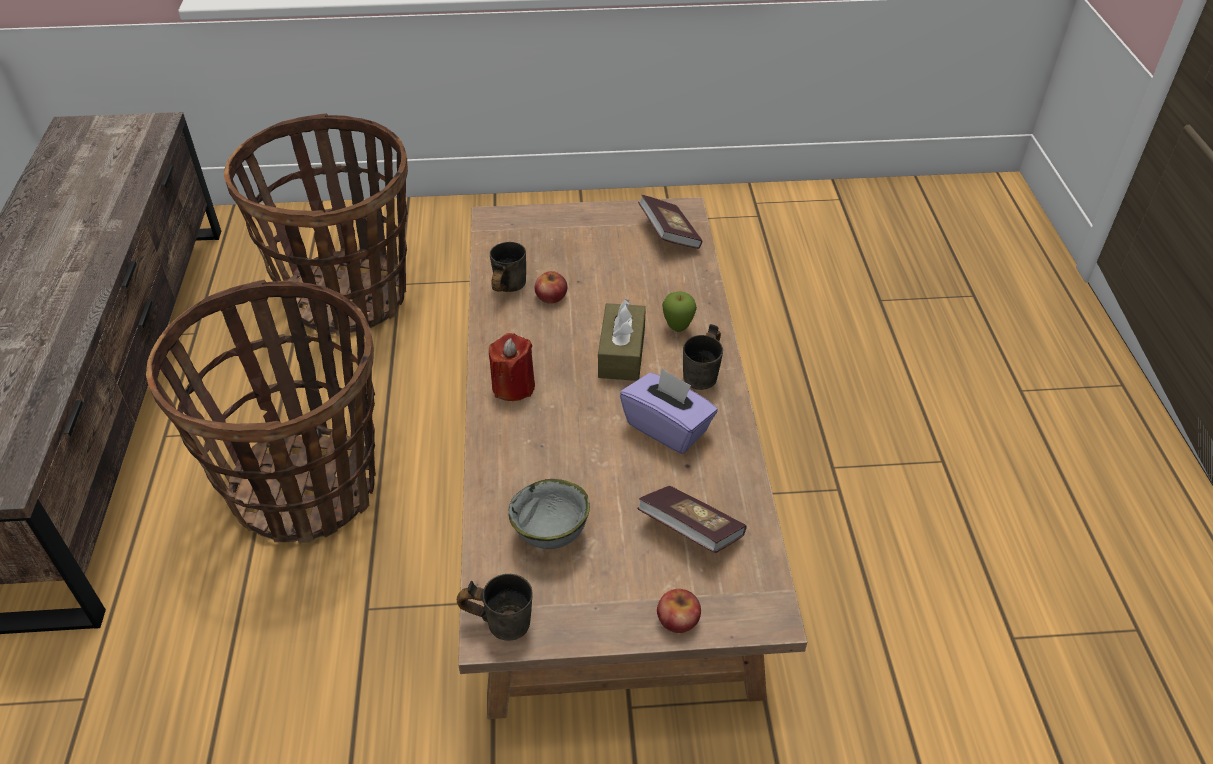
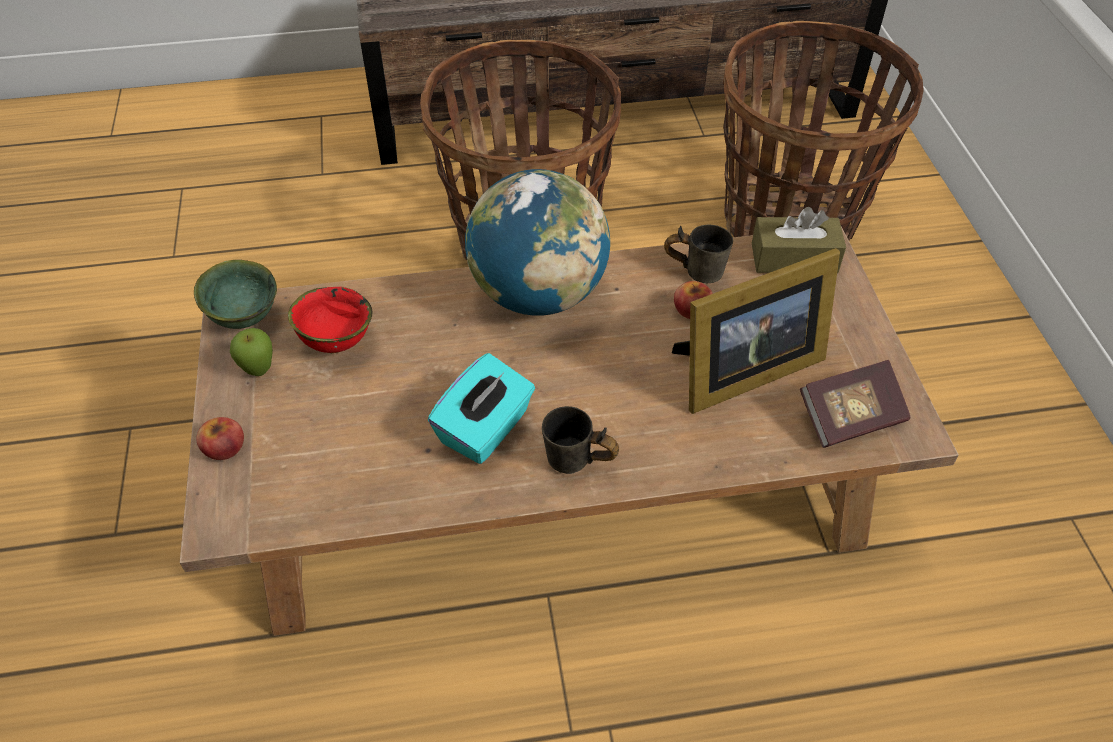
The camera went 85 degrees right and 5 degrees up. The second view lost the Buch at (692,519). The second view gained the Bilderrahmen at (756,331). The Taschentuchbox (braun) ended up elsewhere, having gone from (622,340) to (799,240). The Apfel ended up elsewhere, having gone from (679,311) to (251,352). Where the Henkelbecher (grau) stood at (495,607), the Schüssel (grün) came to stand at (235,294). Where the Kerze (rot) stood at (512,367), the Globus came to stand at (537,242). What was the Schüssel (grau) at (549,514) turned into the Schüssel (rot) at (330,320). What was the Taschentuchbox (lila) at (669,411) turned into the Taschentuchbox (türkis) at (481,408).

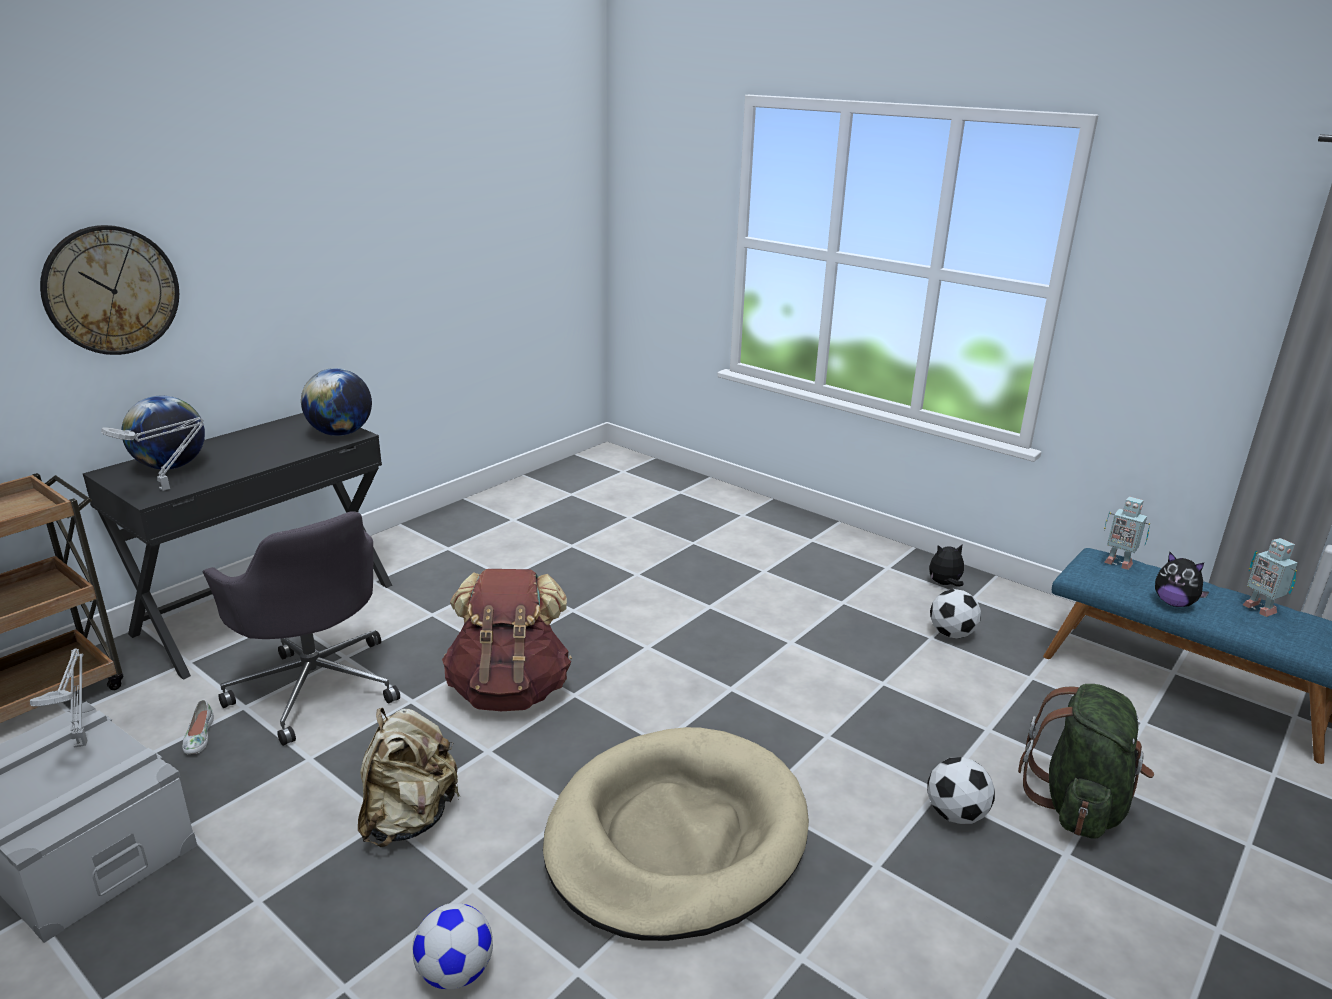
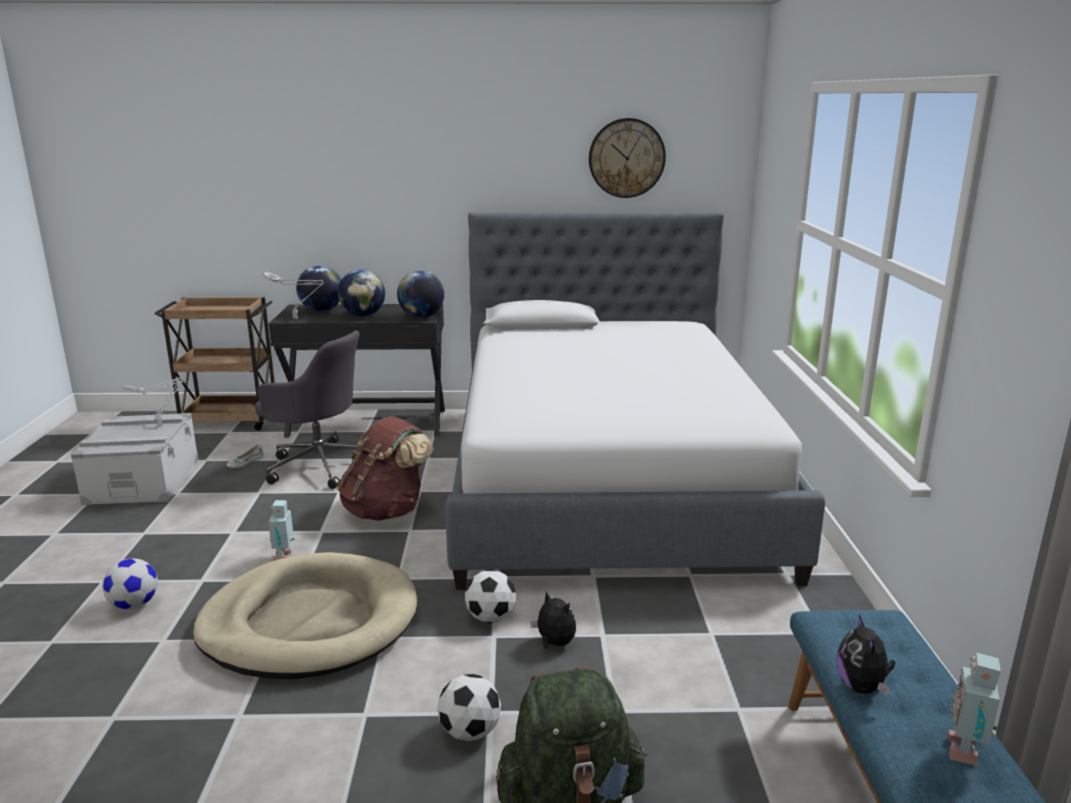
The camera went 50 degrees right and 5 degrees down. The second view lost the Rucksack (beige) at (409,777). The second view gained the Globus at (361,292). The second view gained the Bett at (635,401). The Wanduhr ended up elsewhere, having gone from (109,290) to (627,158). The Plüschtier ended up elsewhere, having gone from (946,565) to (553,620). The Fußball ended up elsewhere, having gone from (955,614) to (490,596). The Spielzeugroboter ended up elsewhere, having gone from (1127,533) to (281,530). The Bürostuhl (grau) at (301,628) ended up facing another way, 75 degrees counterclockwise from before.

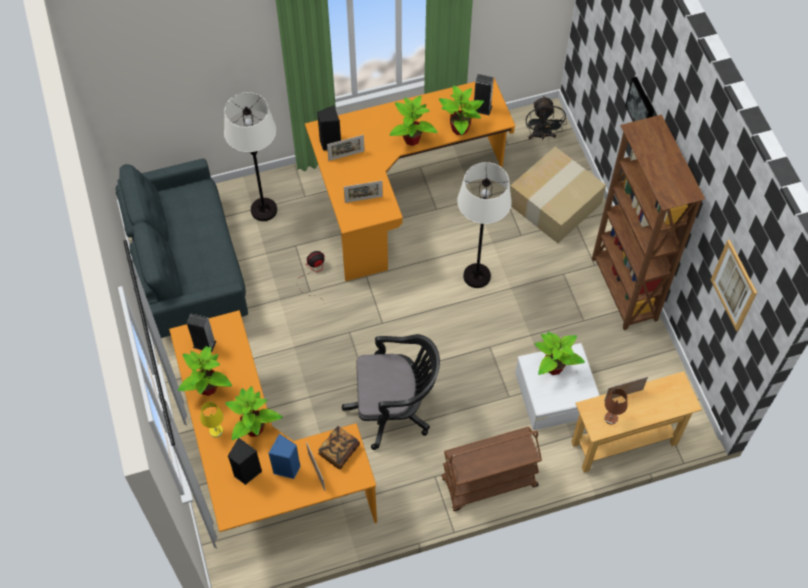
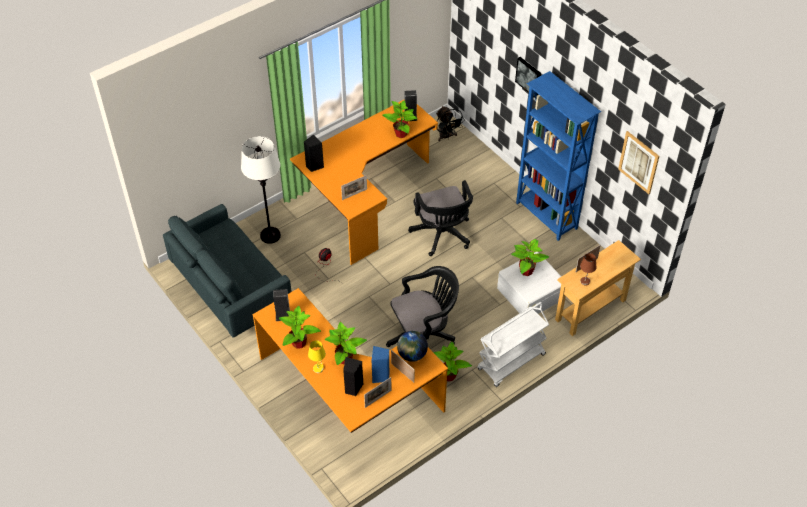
The camera went 20 degrees left and 10 degrees down. The second view lost the Karton at (558,195). The Bilderrahmen ended up elsewhere, having gone from (346,148) to (377,392). The Topfpflanze ended up elsewhere, having gone from (413,121) to (452,361). Where the Buch stood at (339,447), the Globus came to stand at (412,346). Where the Stehlampe (weiß) stood at (484,225), the Bürostuhl (schwarz) came to stand at (440,218). What was the Rollwagen (braun) at (491,469) turned into the Rollwagen (weiß) at (513,344). What was the Bücherregal (braun) at (648,222) turned into the Bücherregal (blau) at (558,156).

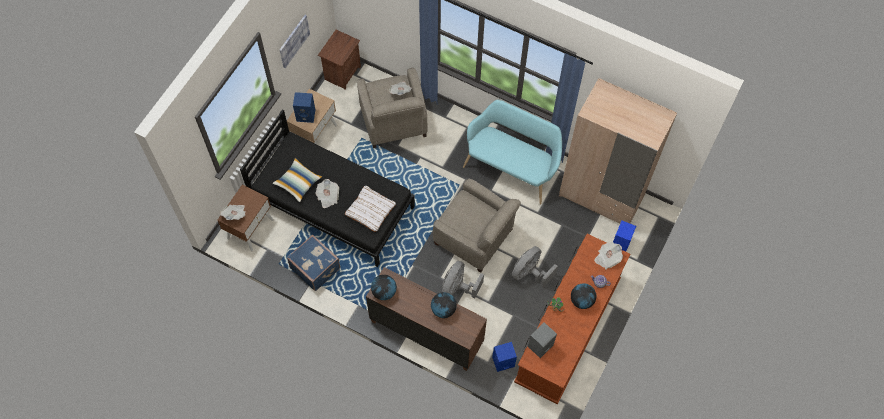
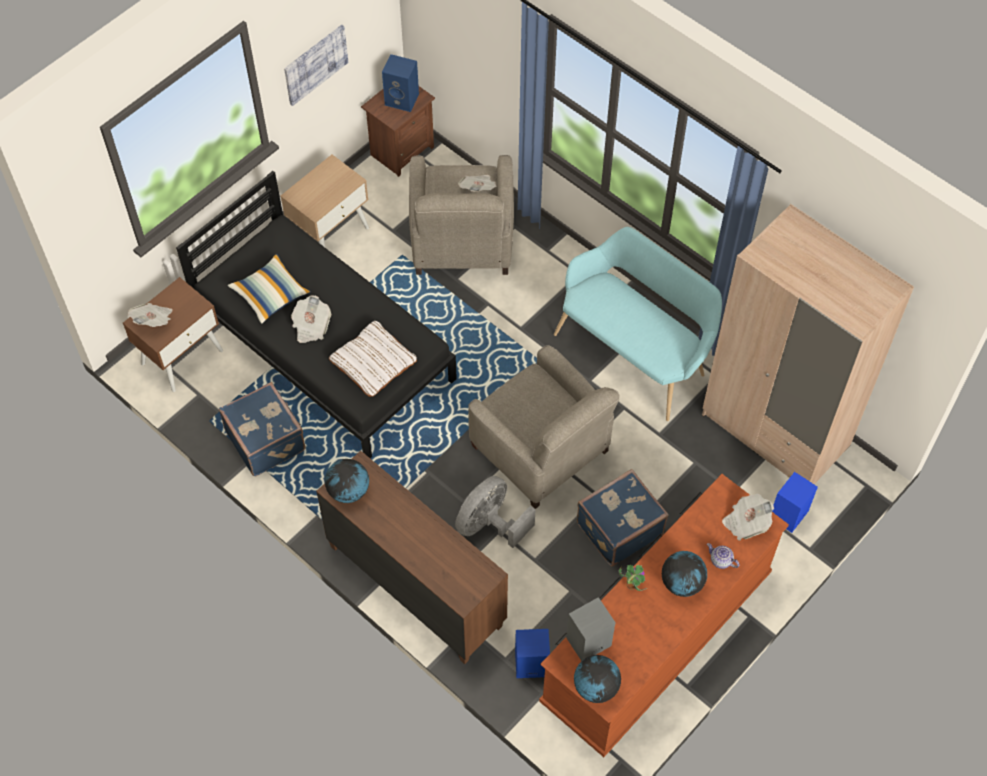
The camera went 15 degrees right and 5 degrees down. The Lautsprecher (blau) ended up elsewhere, having gone from (304,107) to (400,83). The Globus ended up elsewhere, having gone from (444,305) to (597,679). Where the Ventilator (grau) stood at (535,266), the Koffer (blau) came to stand at (623,518).

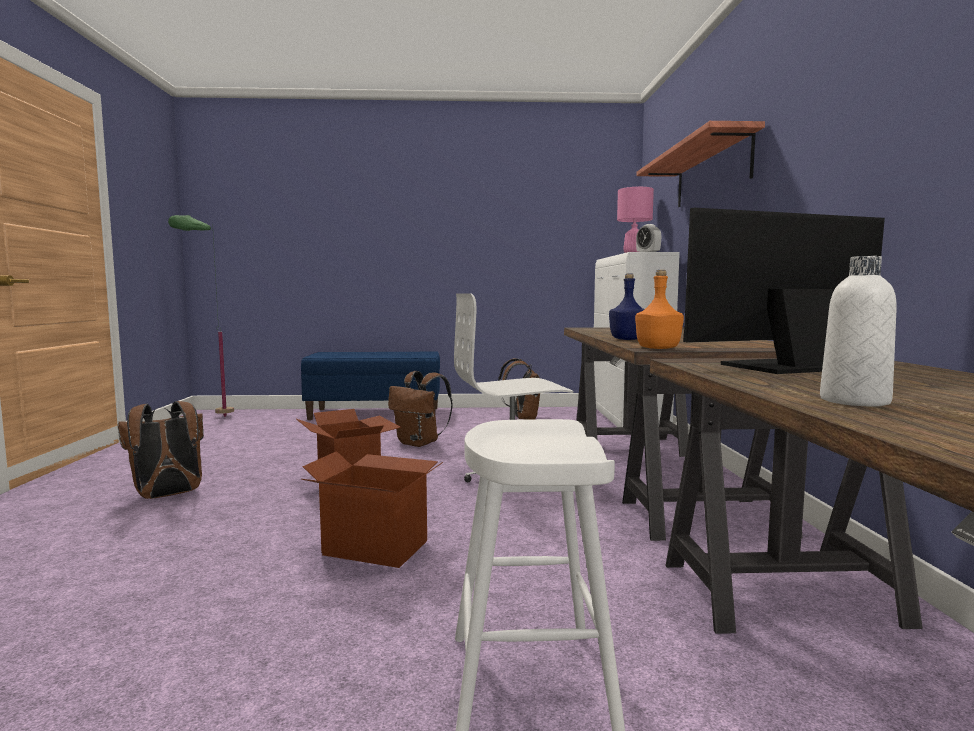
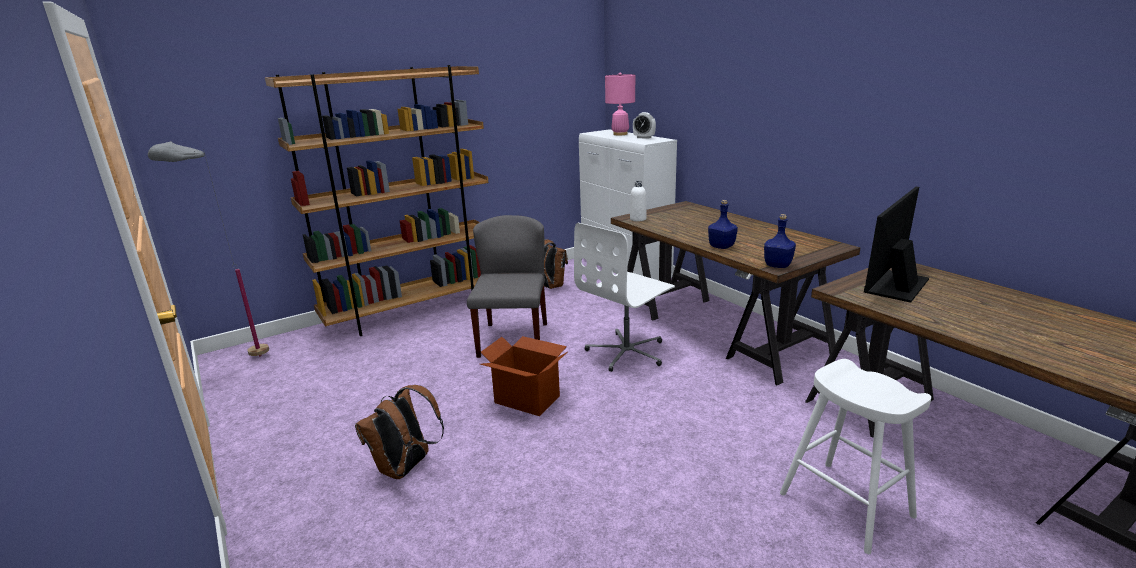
The camera went 30 degrees left and 15 degrees up. The second view lost the Karton at (372,509). The second view lost the Wandregal at (700,164). The Flasche (weiß) ended up elsewhere, having gone from (858,331) to (638,201). Where the Bank (blau) stood at (370,385), the Bücherregal (braun) came to stand at (376,200). Where the Rucksack (braun) stood at (420,409), the Stuhl (grau) came to stand at (507,286). What was the Stehlampe (grün) at (201,316) turned into the Stehlampe (grau) at (208,249). What was the Flasche (orange) at (659,309) turned into the Flasche (blau) at (780,241).

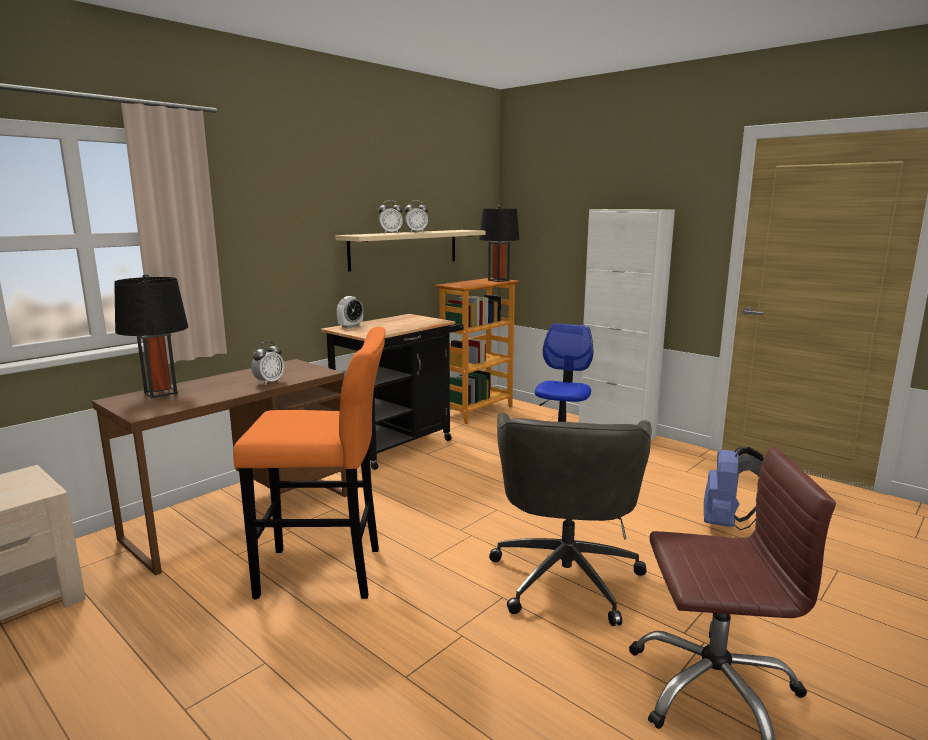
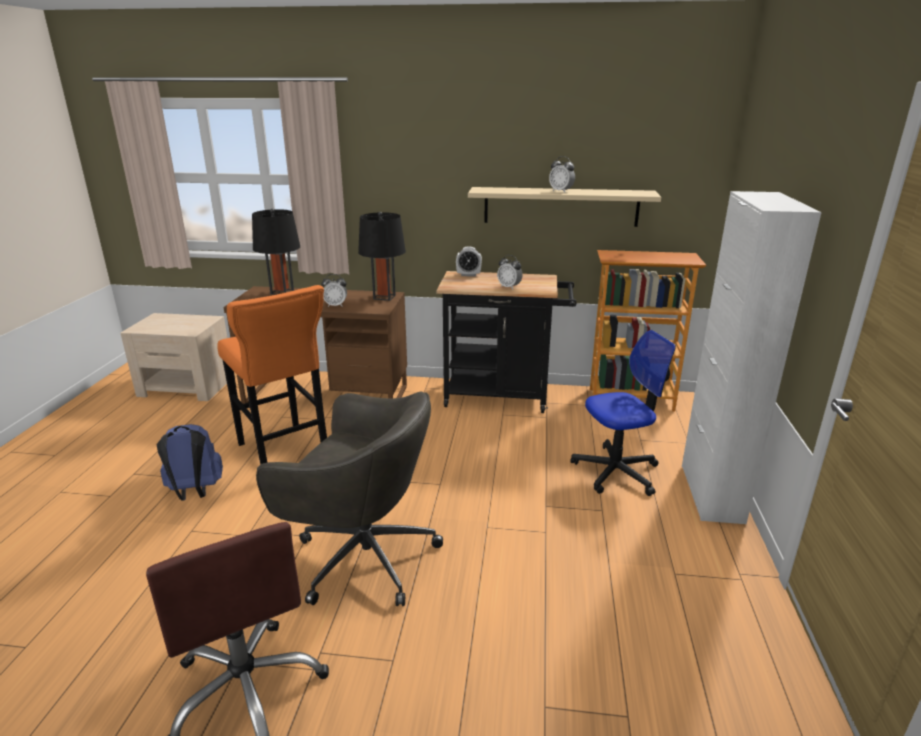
The camera went 55 degrees right and 10 degrees up. The Wecker ended up elsewhere, having gone from (390,216) to (510,272). The Tischlampe (schwarz) ended up elsewhere, having gone from (499,243) to (382,256). The Rucksack (blau) ended up elsewhere, having gone from (734,488) to (189,462). The Bürostuhl (grau) at (570,519) ended up facing another way, 135 degrees counterclockwise from before.

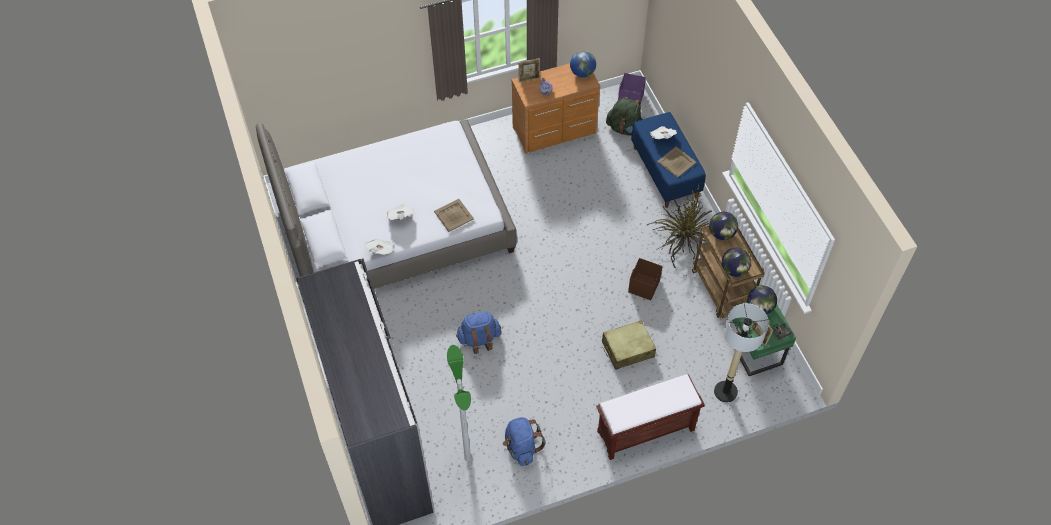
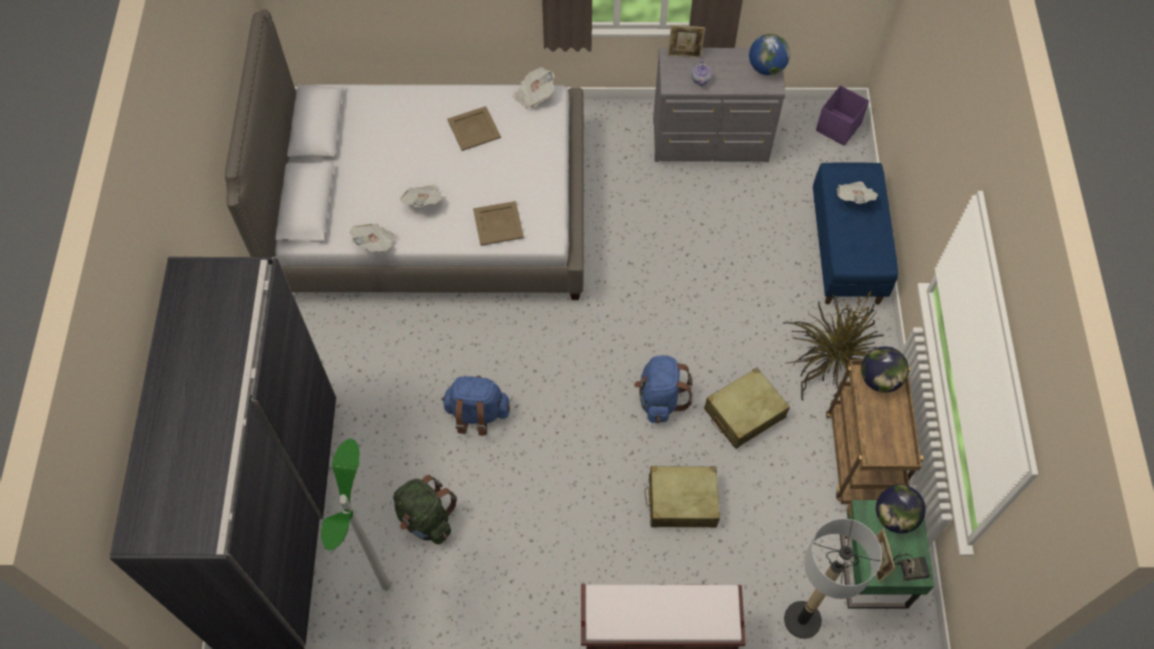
The camera went 20 degrees right and 5 degrees up. The second view lost the Globus at (736,262). The second view gained the Zeitung at (534,88). The Rucksack (blau) ended up elsewhere, having gone from (524,441) to (663,389). The Rucksack (grün) ended up elsewhere, having gone from (624,116) to (425,509). The Tablett (beige) ended up elsewhere, having gone from (676,162) to (474,128). Where the Aufbewahrungsbox (braun) stood at (645,279), the Koffer (beige) came to stand at (747,408). What was the Kommode (braun) at (555,108) turned into the Kommode (grau) at (719,105).

